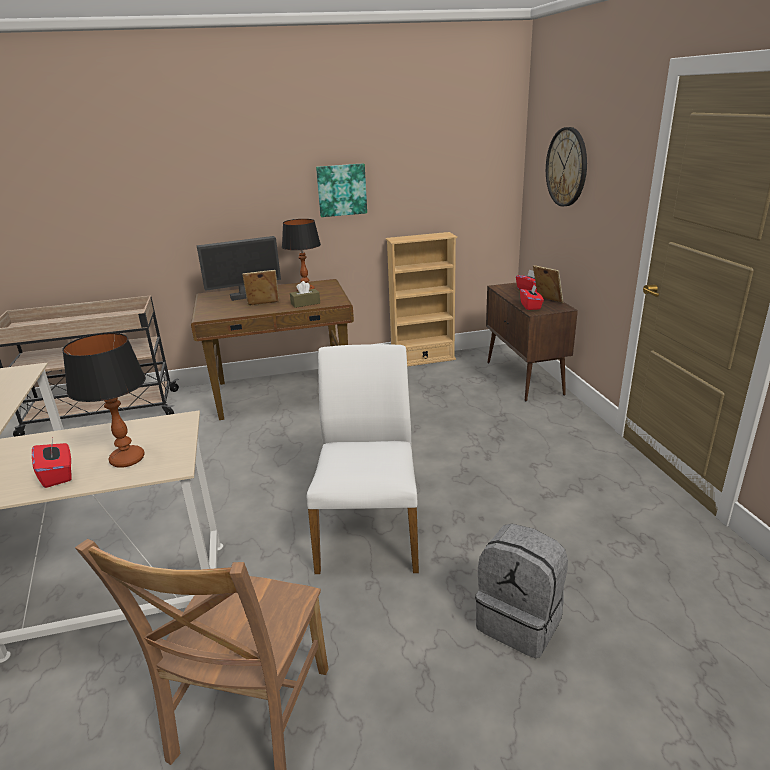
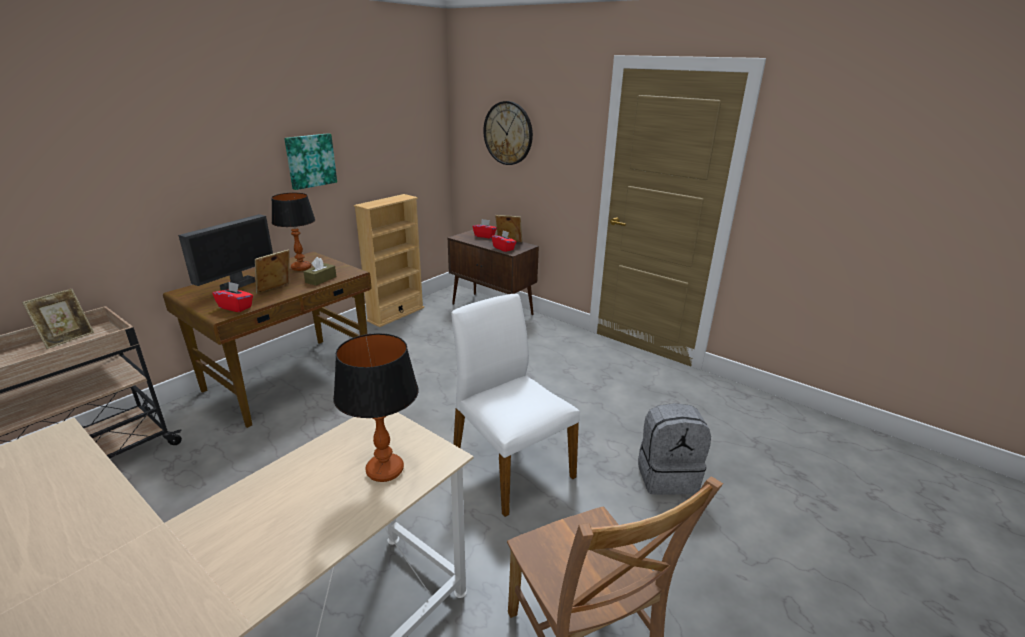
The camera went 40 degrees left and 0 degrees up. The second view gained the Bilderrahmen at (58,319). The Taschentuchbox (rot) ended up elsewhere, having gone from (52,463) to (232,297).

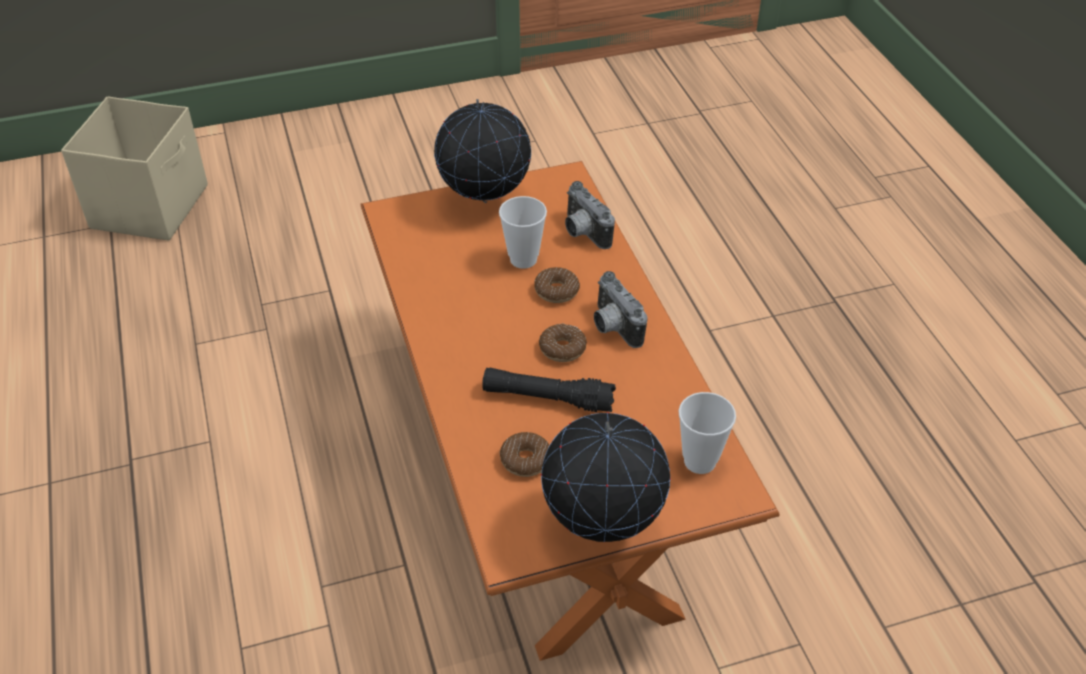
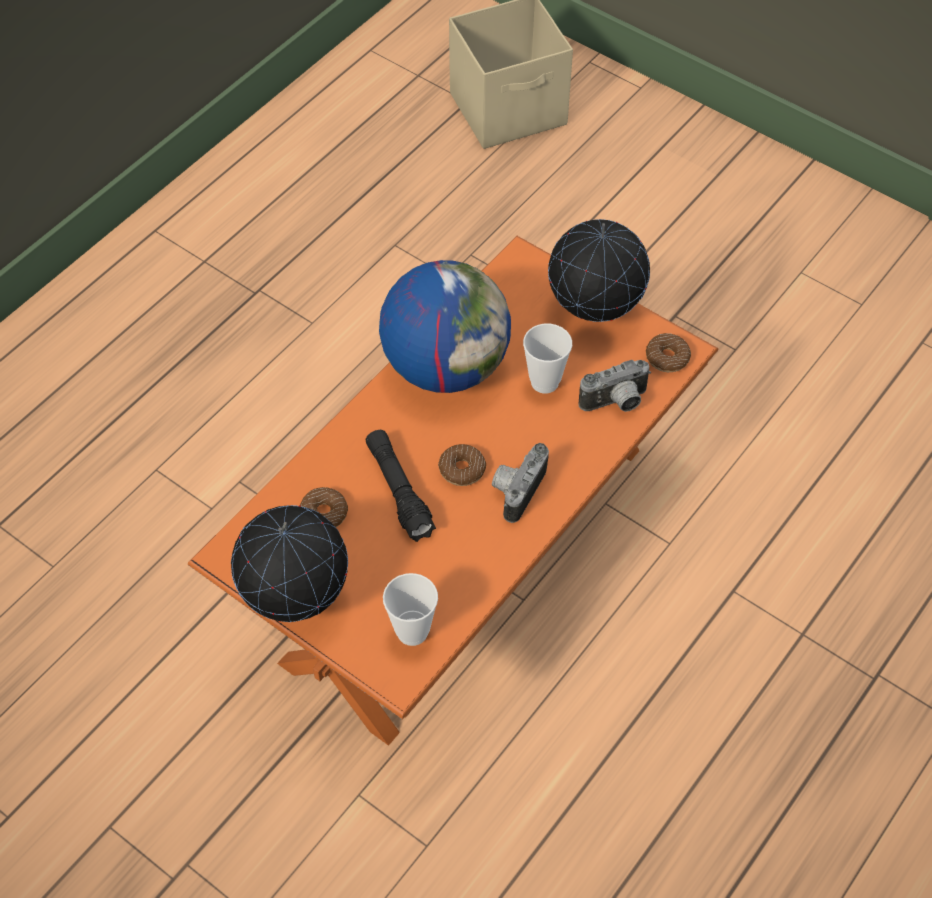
The camera went 55 degrees right and 10 degrees up. The second view gained the Globus at (445,326). The Donut ended up elsewhere, having gone from (557,285) to (668,352). The Kamera at (590,215) ended up facing another way, 135 degrees counterclockwise from before.

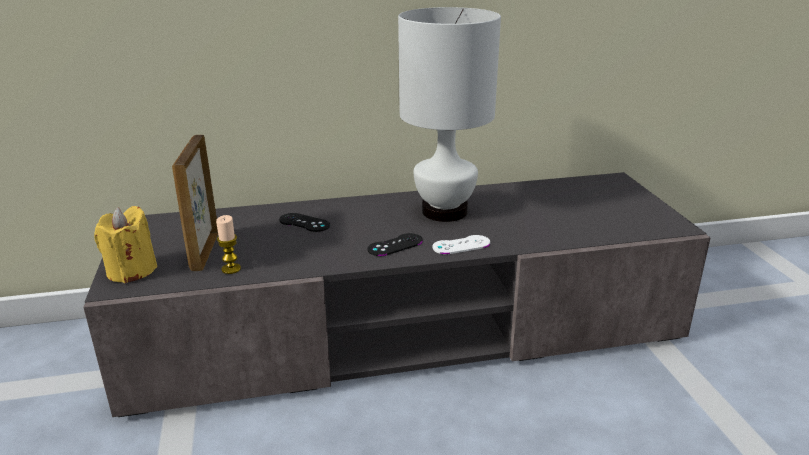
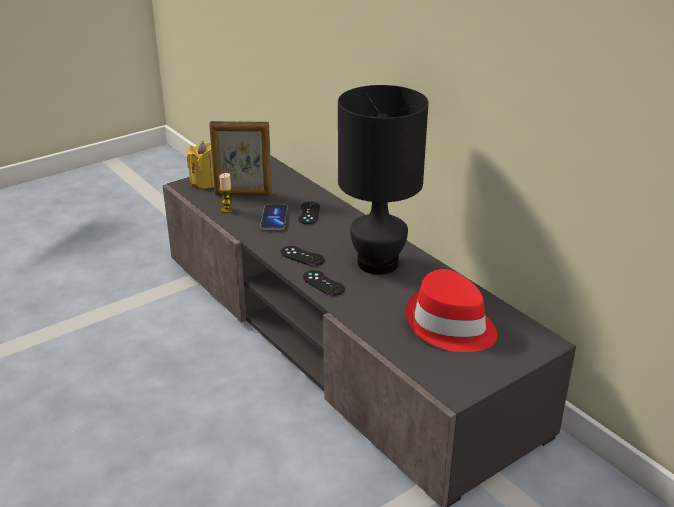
The camera went 65 degrees right and 5 degrees up. The second view gained the Handy at (274,217). The second view gained the Hut (rot) at (452,310). What was the Tischlampe (weiß) at (449,114) turned into the Tischlampe (schwarz) at (383,180). What was the Gamepad (weiß) at (461,244) turned into the Gamepad (schwarz) at (324,283). The Bilderrahmen at (195,203) ended up facing another way, 150 degrees counterclockwise from before.

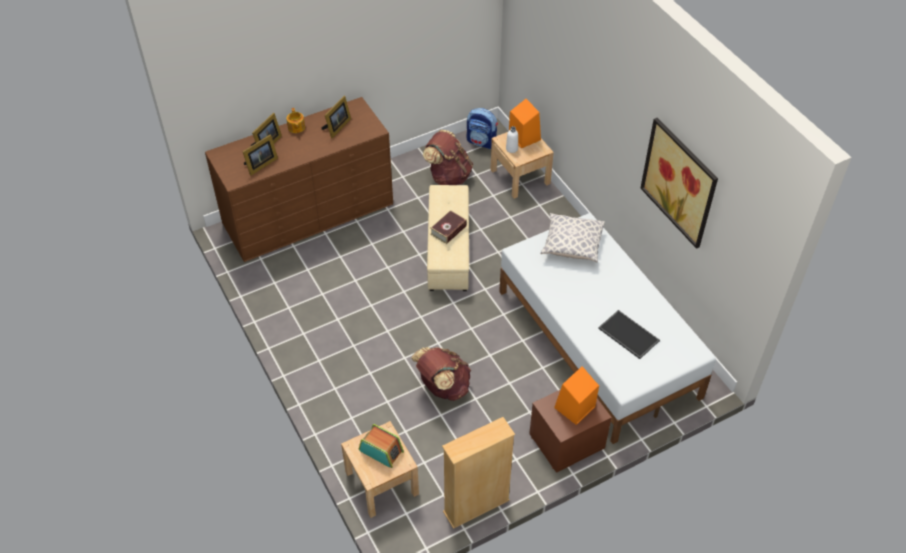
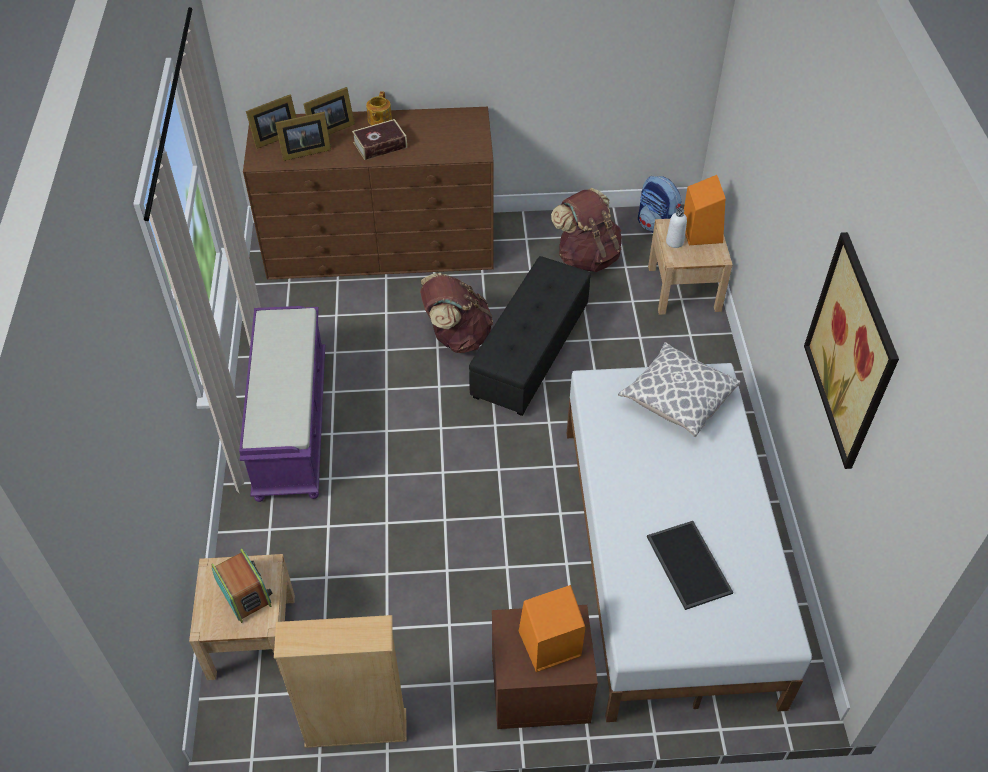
The camera went 25 degrees right and 0 degrees up. The second view gained the Bank (lila) at (282,404). The Bilderrahmen ended up elsewhere, having gone from (336,117) to (271,121). The Rucksack (braun) ended up elsewhere, having gone from (441,374) to (456,313). The Buch ended up elsewhere, having gone from (448,227) to (379,139). What was the Polsterhocker (beige) at (448,238) turned into the Polsterhocker (schwarz) at (530,336).

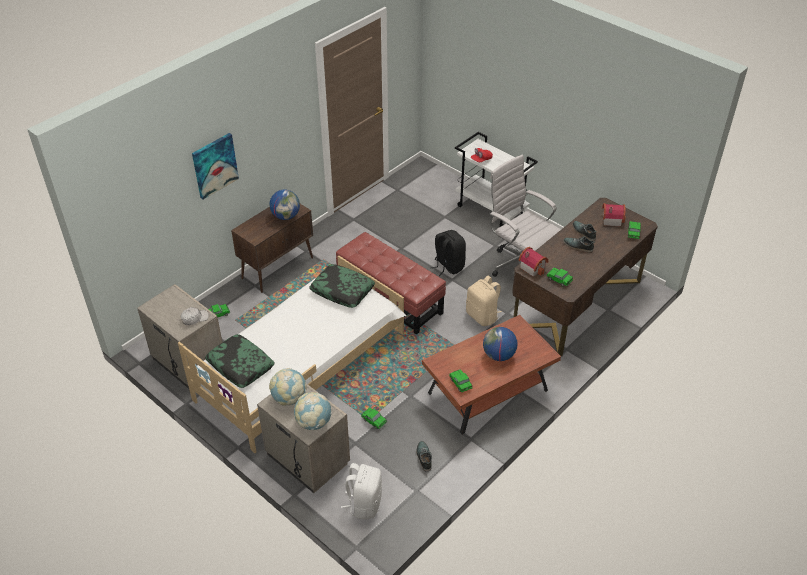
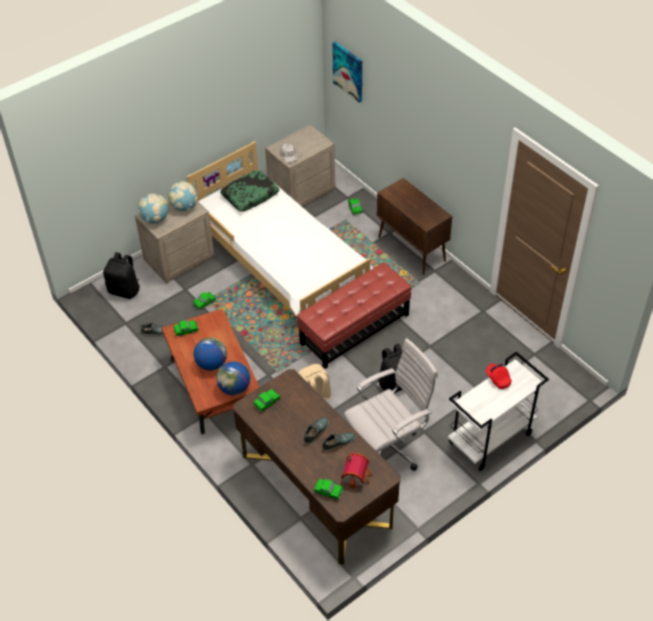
The camera went 100 degrees right and 5 degrees up. The second view lost the Kissen at (342,286). The second view lost the Spielzeughaus at (533,262). The Bild ended up elsewhere, having gone from (215,166) to (347,72). The Globus ended up elsewhere, having gone from (284,205) to (233,378). What was the Rucksack (weiß) at (361,491) turned into the Rucksack (schwarz) at (121,275).

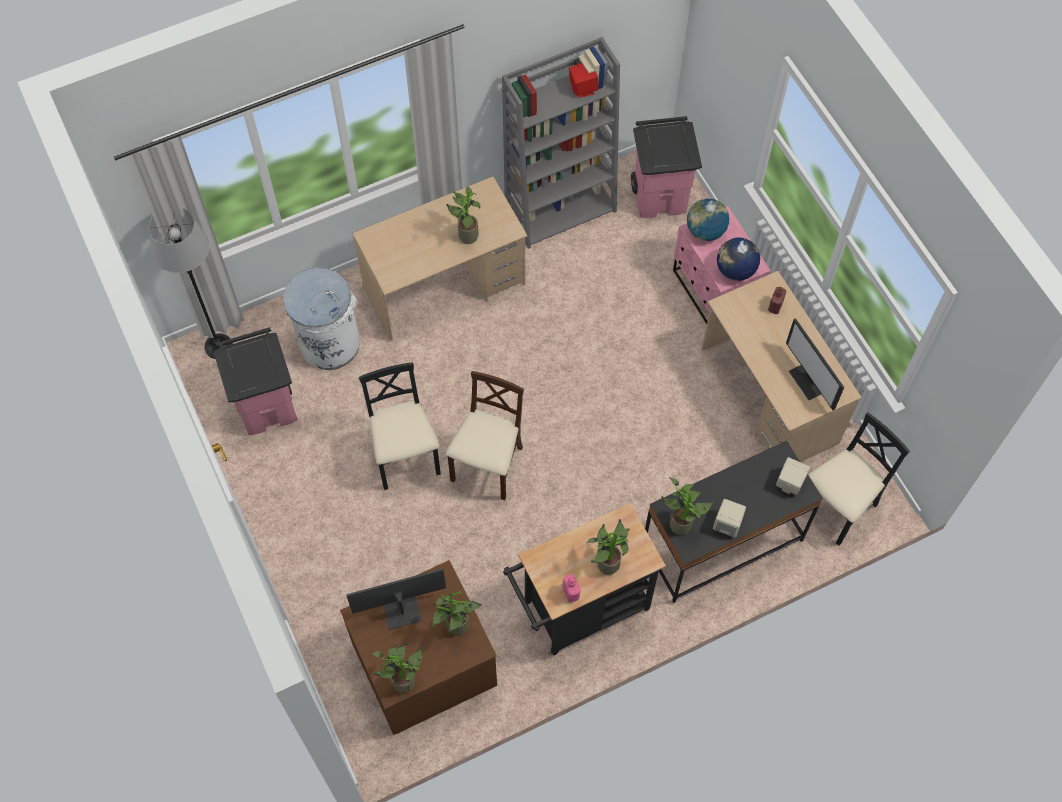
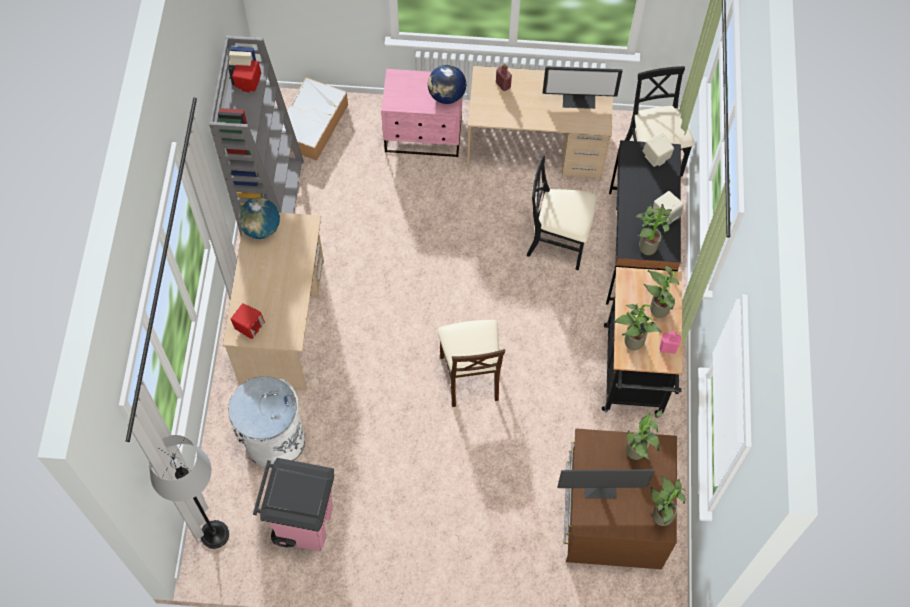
The camera went 60 degrees left and 0 degrees up. The second view gained the Lautsprecher (rot) at (248,321). The Stuhl (schwarz) ended up elsewhere, having gone from (400,426) to (562,213). The Topfpflanze ended up elsewhere, having gone from (463,215) to (638,326). The Globus ended up elsewhere, having gone from (708,220) to (259,218). Where the Mülleimer (rosa) stood at (666,167), the Aufbewahrungsbox came to stand at (315,119). The Monitor at (396,599) ended up facing another way, 105 degrees counterclockwise from before. The Stuhl (beige) at (485,435) ended up facing another way, 150 degrees counterclockwise from before.

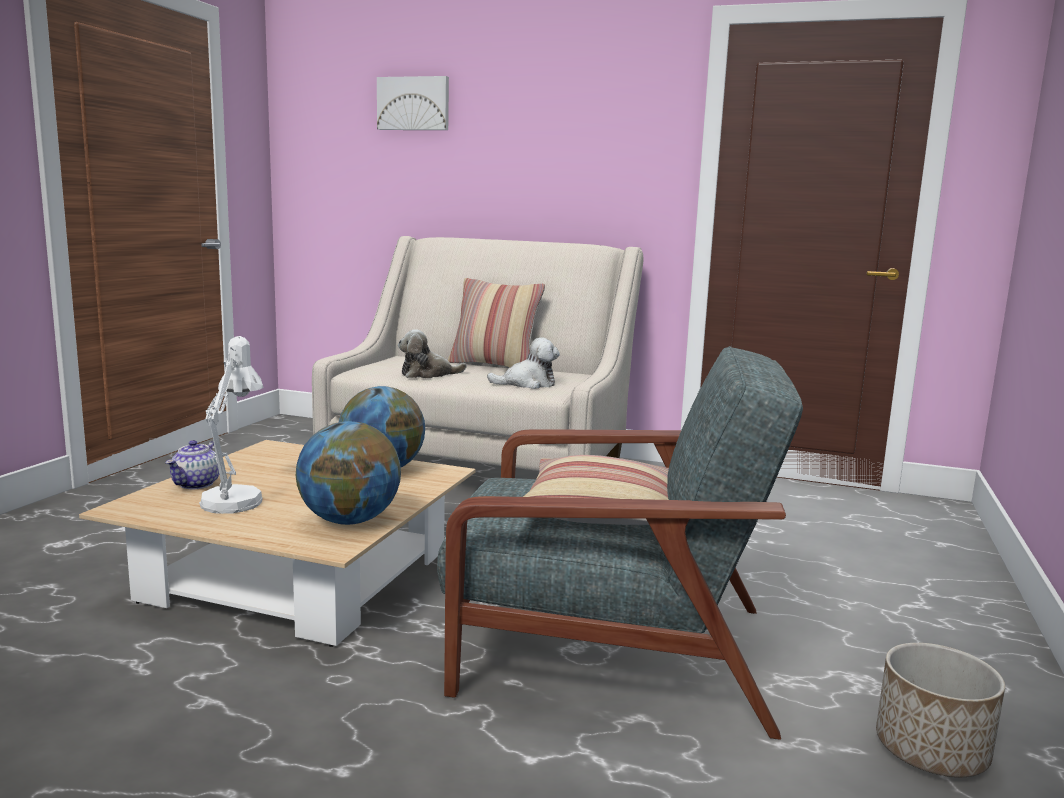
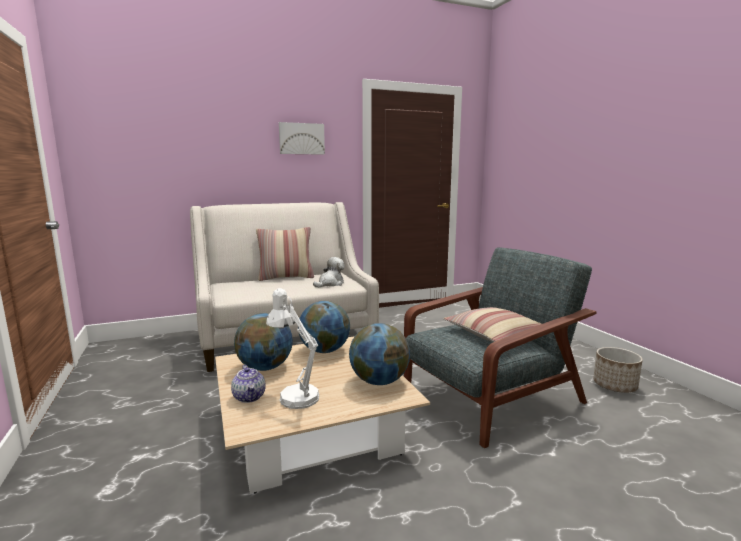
The camera went 40 degrees left and 0 degrees up. The second view lost the Plüschtier at (432,353). The second view gained the Globus at (263,342). The Bild ended up elsewhere, having gone from (413,103) to (302,138).

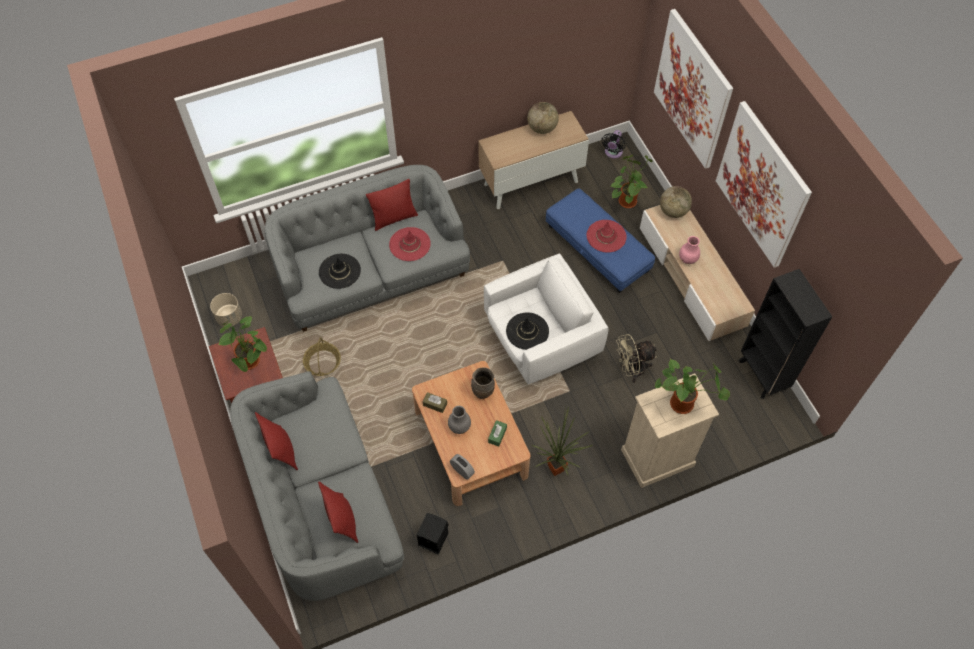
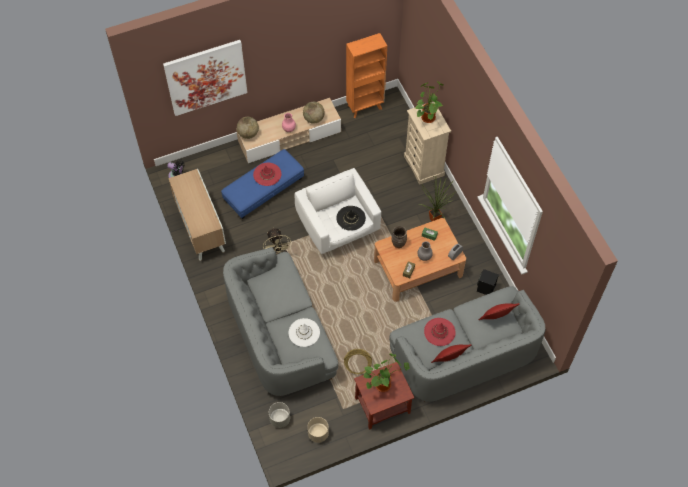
The camera went 90 degrees left and 0 degrees up. The second view lost the Kissen (rot) at (392,205). The second view lost the Topfpflanze at (632,181). The second view lost the Bild at (764,184). The second view gained the Pflanzkübel (grau) at (279,415). The Hut (rot) ended up elsewhere, having gone from (410,244) to (440,332). The Globus ended up elsewhere, having gone from (543,118) to (314,113). The Ventilator (beige) ended up elsewhere, having gone from (636,358) to (277,241). What was the Hut (schwarz) at (340,271) turned into the Hut (weiß) at (304,332). What was the Bücherregal (schwarz) at (785,334) turned into the Bücherregal (orange) at (366,75).

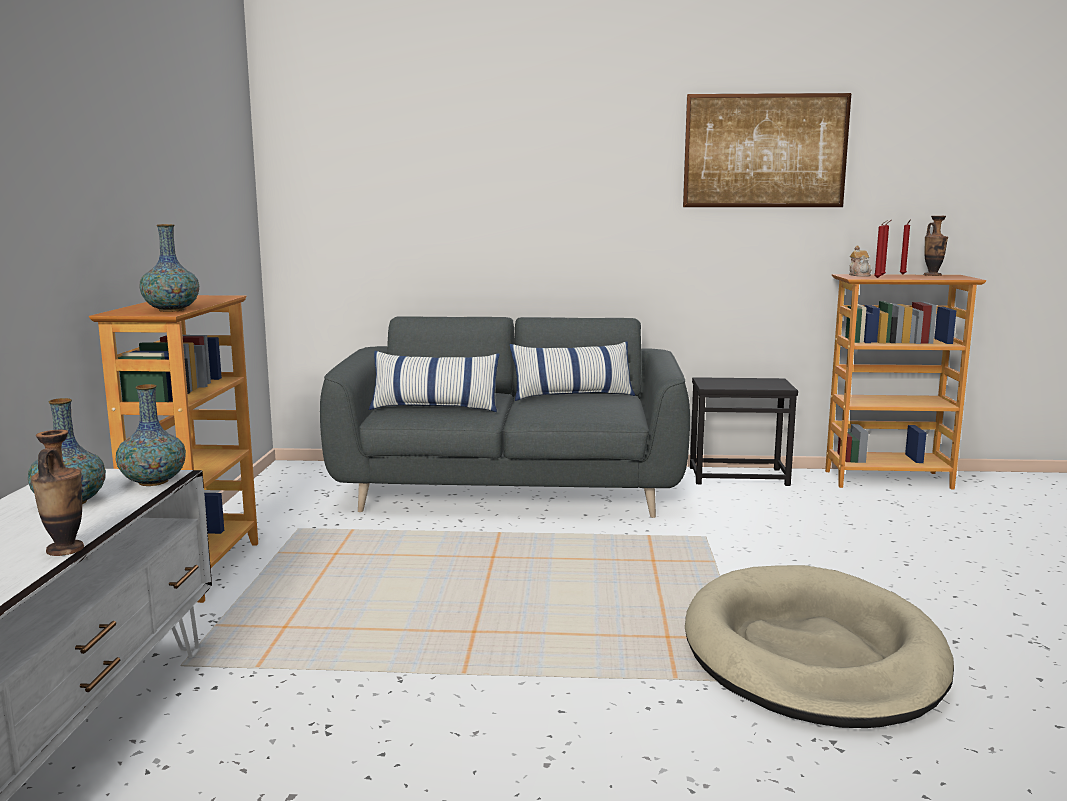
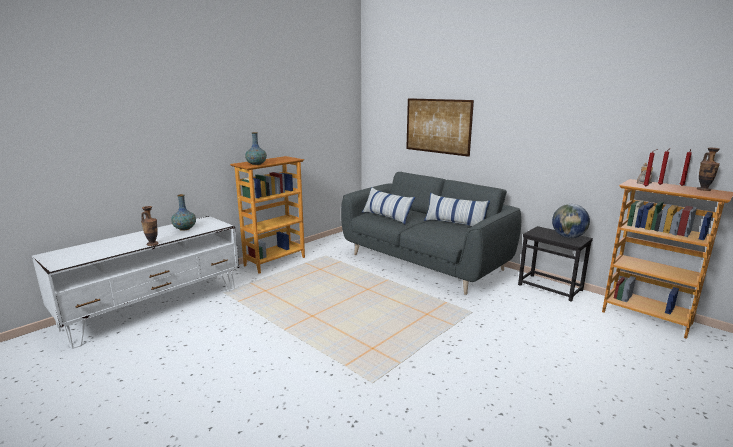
The camera went 40 degrees right and 5 degrees up. The second view lost the Vase at (151,435). The second view lost the Hundebett (beige) at (819,646). The second view gained the Globus at (571,221). The Bild ended up elsewhere, having gone from (767,150) to (440,127).

